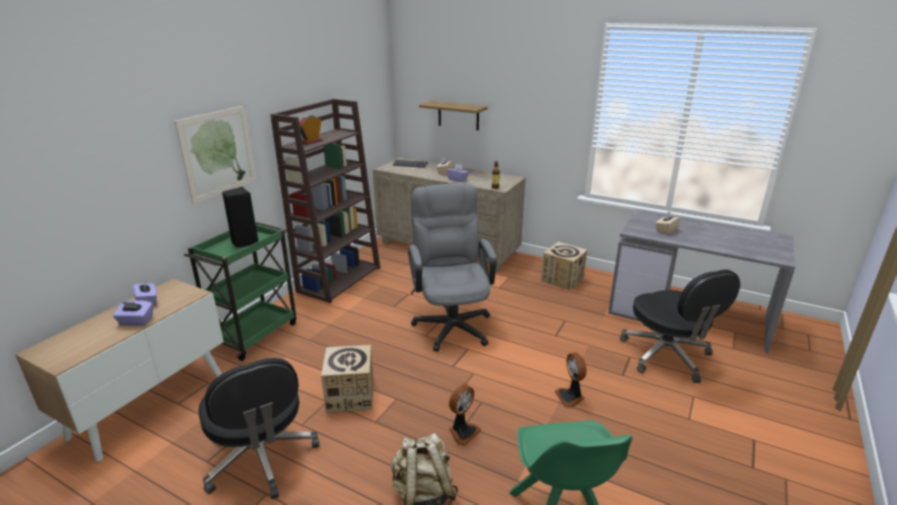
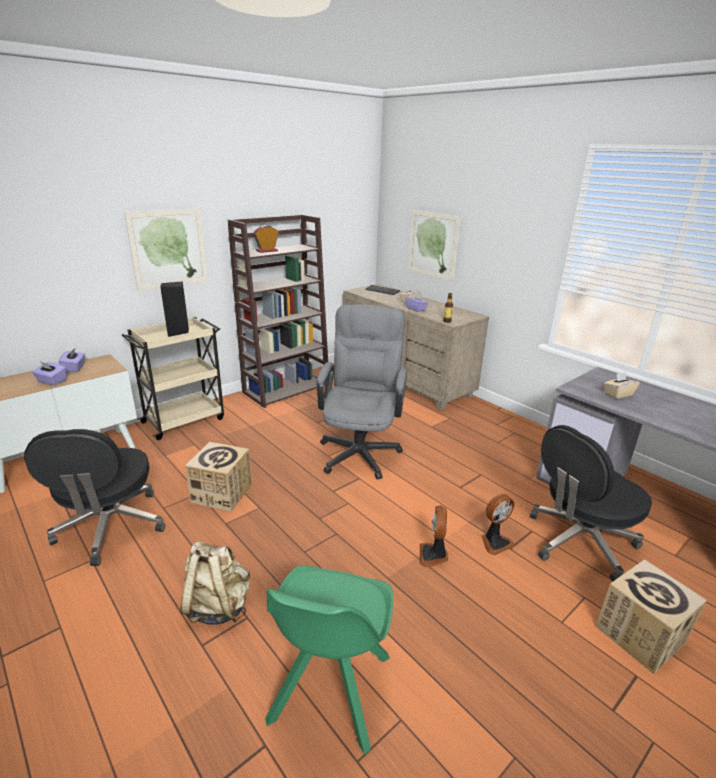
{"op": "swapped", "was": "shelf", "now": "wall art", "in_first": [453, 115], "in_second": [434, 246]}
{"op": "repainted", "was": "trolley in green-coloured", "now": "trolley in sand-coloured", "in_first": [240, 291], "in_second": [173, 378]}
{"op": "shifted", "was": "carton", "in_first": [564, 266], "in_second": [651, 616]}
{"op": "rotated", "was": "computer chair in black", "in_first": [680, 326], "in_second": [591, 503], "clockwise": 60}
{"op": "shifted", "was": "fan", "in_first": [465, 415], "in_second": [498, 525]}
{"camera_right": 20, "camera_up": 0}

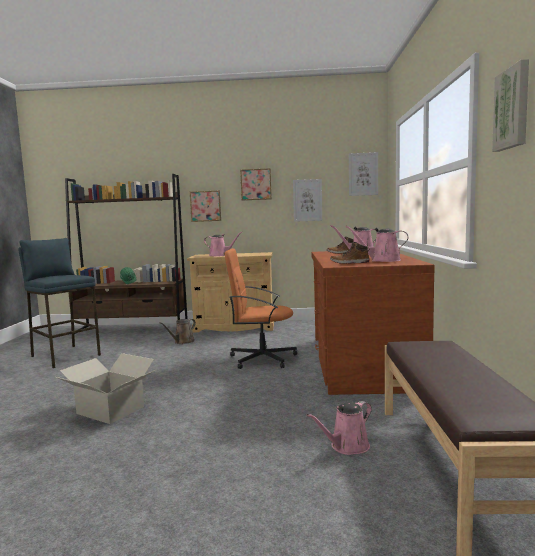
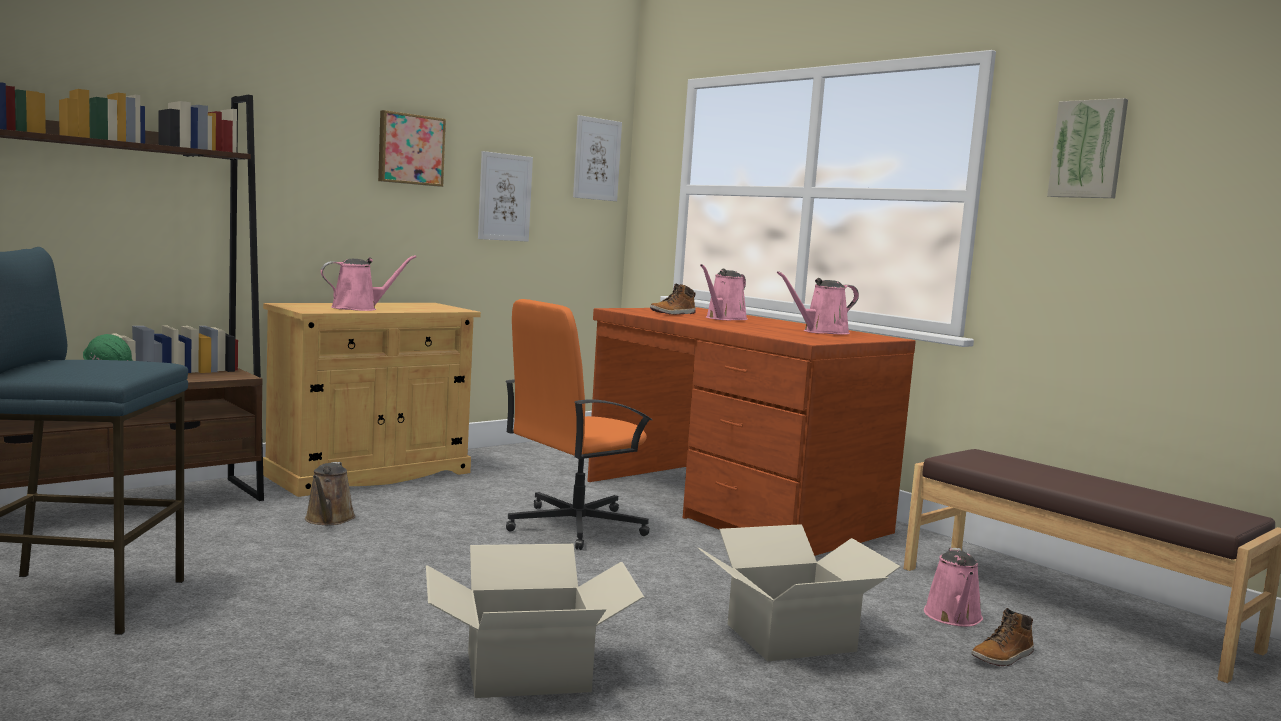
{"op": "gone", "was": "wall art", "in_first": [205, 206]}
{"op": "shifted", "was": "high-top boot", "in_first": [349, 253], "in_second": [1002, 637]}
{"op": "new", "now": "carton", "in_second": [799, 592]}
{"camera_right": -45, "camera_up": 0}

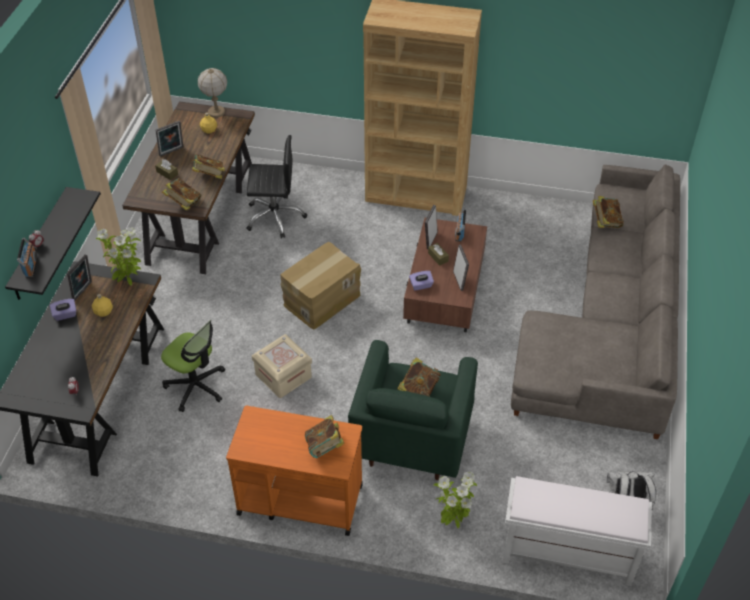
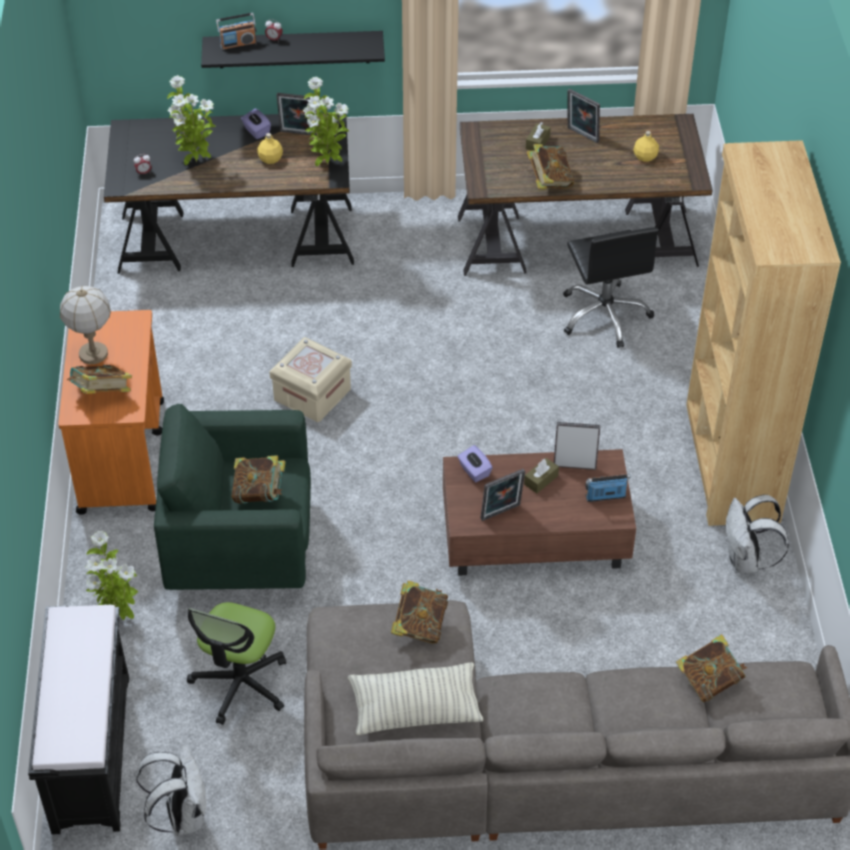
{"op": "shifted", "was": "tabletop lamp", "in_first": [212, 93], "in_second": [85, 325]}
{"op": "shifted", "was": "book", "in_first": [181, 194], "in_second": [419, 612]}
{"op": "gone", "was": "carton", "in_first": [320, 285]}
{"op": "shifted", "was": "computer chair", "in_first": [193, 366], "in_second": [236, 663]}
{"op": "repainted", "was": "long seat in white-coloured", "now": "long seat in black", "in_first": [577, 531], "in_second": [78, 720]}
{"op": "new", "now": "houseplant", "in_second": [191, 120]}
{"op": "new", "now": "knapsack in white-coloured", "in_second": [757, 534]}
{"op": "new", "now": "pillow", "in_second": [415, 698]}
{"camera_right": 75, "camera_up": 0}

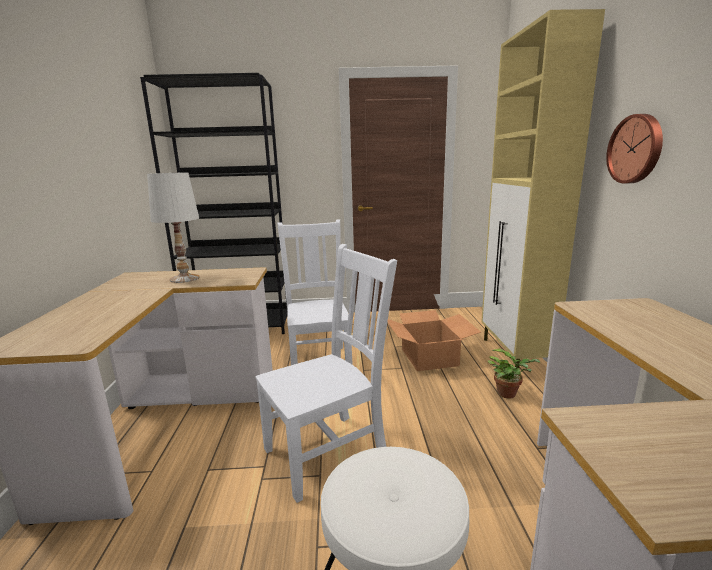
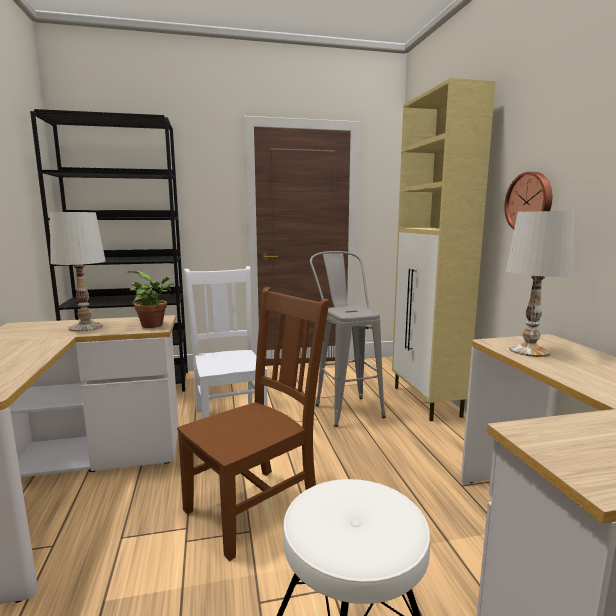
{"op": "repainted", "was": "upright chair in white-coloured", "now": "upright chair in brown-coloured", "in_first": [326, 373], "in_second": [253, 424]}
{"op": "swapped", "was": "carton", "now": "stool in greyish", "in_first": [434, 340], "in_second": [348, 339]}
{"op": "shifted", "was": "houseplant", "in_first": [514, 374], "in_second": [150, 299]}
{"op": "new", "now": "tabletop lamp in white-coloured", "in_second": [540, 284]}
{"camera_right": -10, "camera_up": -5}

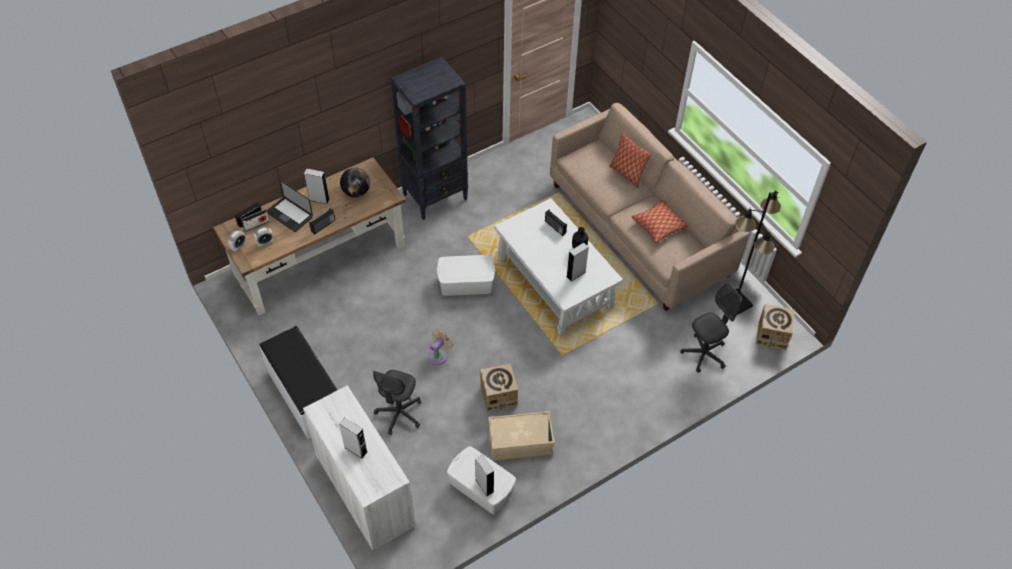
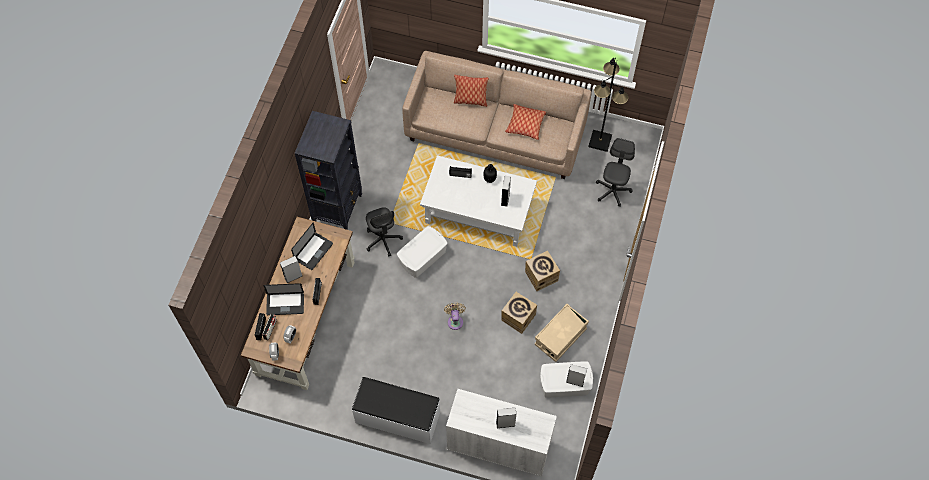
{"op": "swapped", "was": "globe", "now": "laptop", "in_first": [355, 182], "in_second": [312, 246]}
{"op": "shifted", "was": "carton", "in_first": [775, 327], "in_second": [542, 271]}
{"op": "shifted", "was": "computer chair in greyish", "in_first": [397, 402], "in_second": [384, 231]}
{"camera_right": -40, "camera_up": 10}

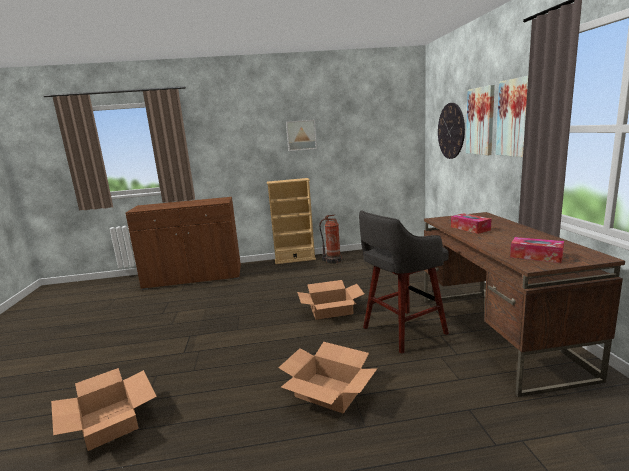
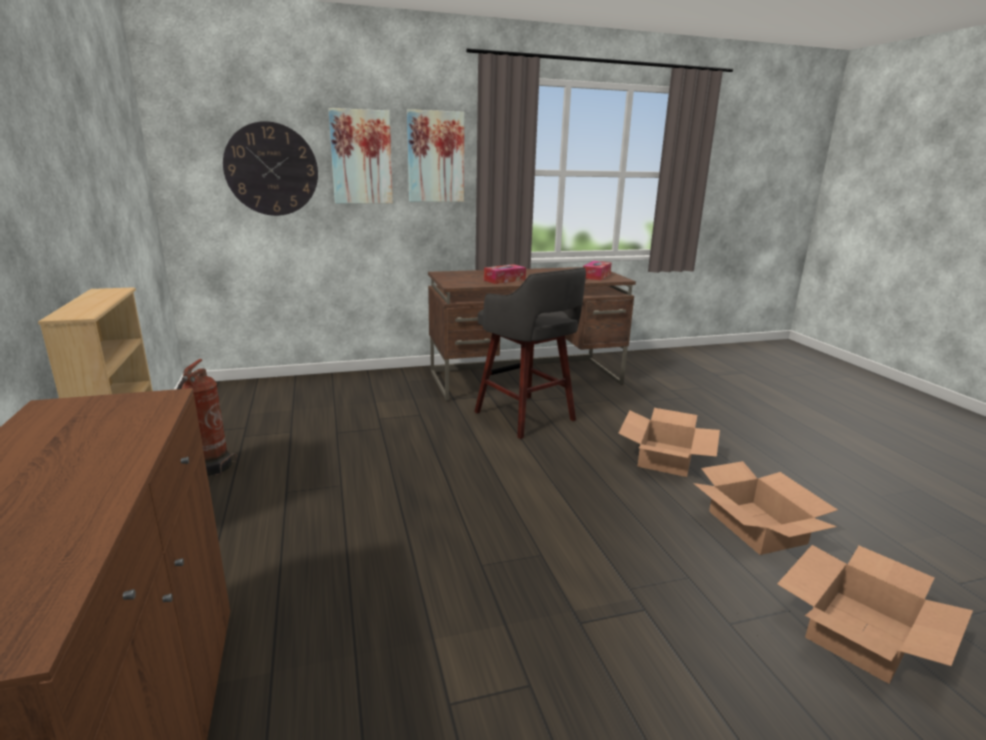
{"op": "gone", "was": "wall art", "in_first": [301, 135]}
{"op": "shifted", "was": "carton", "in_first": [330, 300], "in_second": [765, 508]}
{"camera_right": -100, "camera_up": 5}

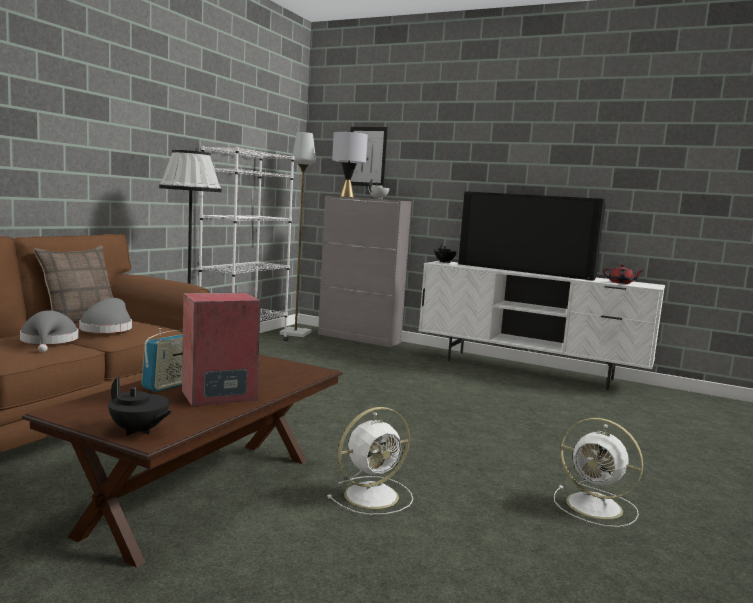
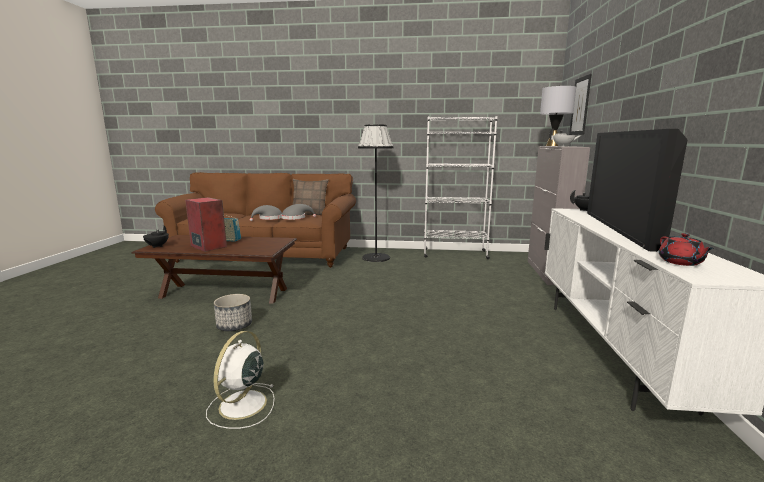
{"op": "gone", "was": "standing lamp in greyish", "in_first": [298, 234]}
{"op": "swapped", "was": "fan in white-coloured", "now": "planter", "in_first": [370, 461], "in_second": [233, 312]}
{"camera_right": 70, "camera_up": 5}

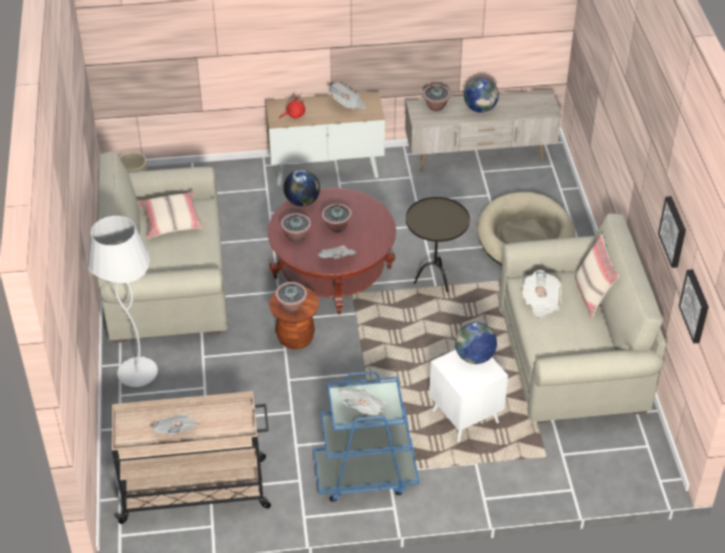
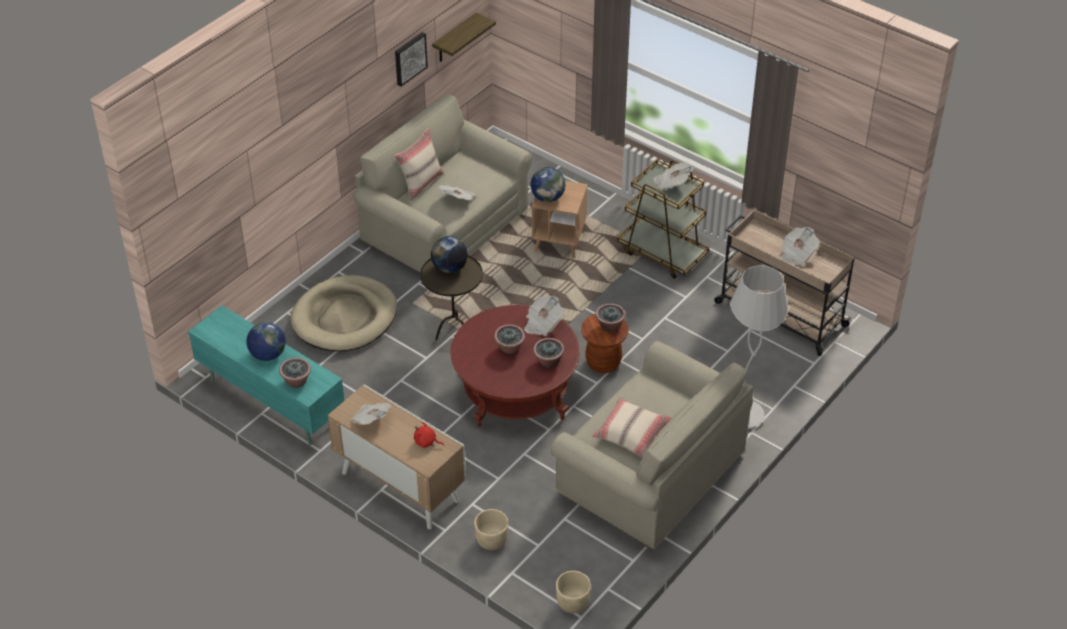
{"op": "repainted", "was": "tv unit in sand-coloured", "now": "tv unit in turquoise-coloured", "in_first": [483, 130], "in_second": [266, 375]}
{"op": "shifted", "was": "globe", "in_first": [301, 187], "in_second": [449, 254]}
{"op": "swapped", "was": "wall art", "now": "shelf", "in_first": [693, 306], "in_second": [464, 37]}
{"op": "repainted", "was": "accent table in white-coloured", "now": "accent table in brown-coloured", "in_first": [468, 396], "in_second": [560, 219]}
{"op": "repainted", "was": "trolley in blue-coloured", "now": "trolley in brown-coloured", "in_first": [366, 437], "in_second": [663, 219]}
{"op": "new", "now": "planter in sand-coloured", "in_second": [491, 529]}
{"camera_right": -135, "camera_up": 0}

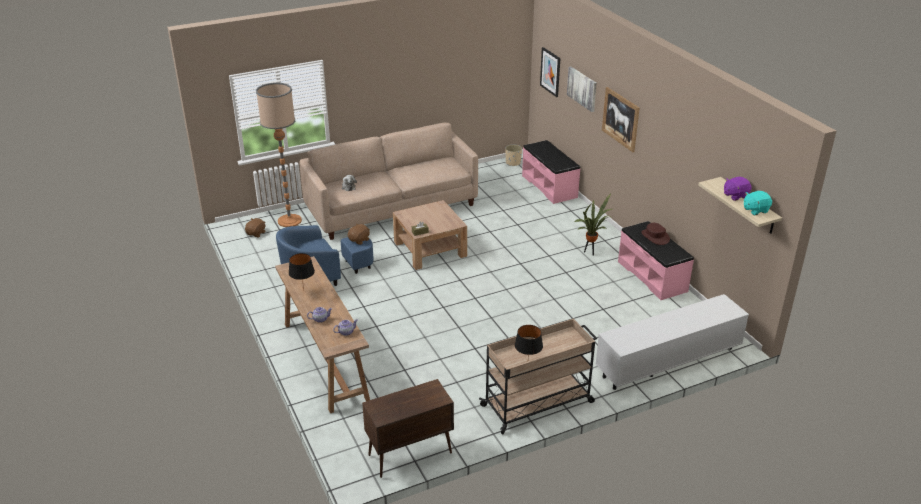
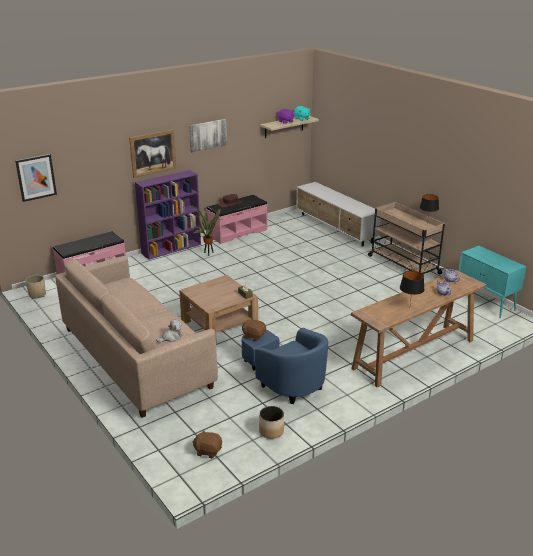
{"op": "shifted", "was": "wall art", "in_first": [582, 89], "in_second": [208, 135]}
{"op": "gone", "was": "standing lamp", "in_first": [279, 155]}
{"op": "repainted", "was": "storage cabinet in brown-coloured", "now": "storage cabinet in turquoise-coloured", "in_first": [408, 428], "in_second": [492, 282]}
{"op": "new", "now": "shelving unit in purplish", "in_second": [168, 215]}
{"op": "new", "now": "planter", "in_second": [271, 422]}
{"camera_right": -100, "camera_up": -5}

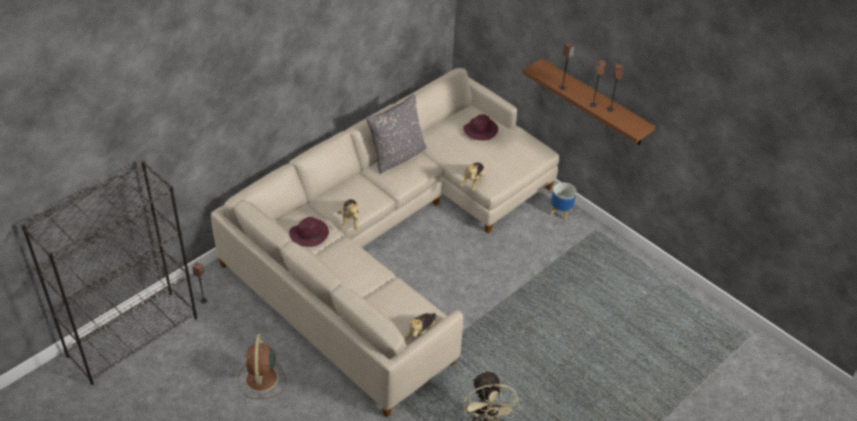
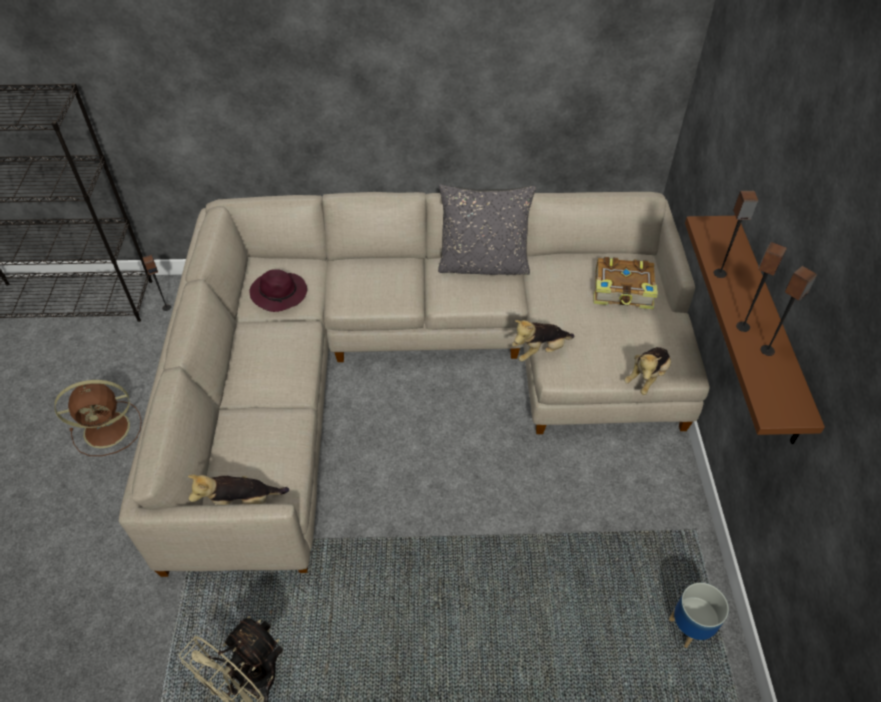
{"op": "swapped", "was": "wearable hat in purplish", "now": "book", "in_first": [480, 127], "in_second": [626, 283]}
{"op": "shifted", "was": "planter", "in_first": [563, 201], "in_second": [699, 615]}
{"op": "shifted", "was": "soft toy", "in_first": [348, 214], "in_second": [647, 371]}
{"op": "rotated", "was": "fan in brown-coloured", "in_first": [262, 366], "in_second": [98, 418], "clockwise": -150}
{"camera_right": 45, "camera_up": 5}

